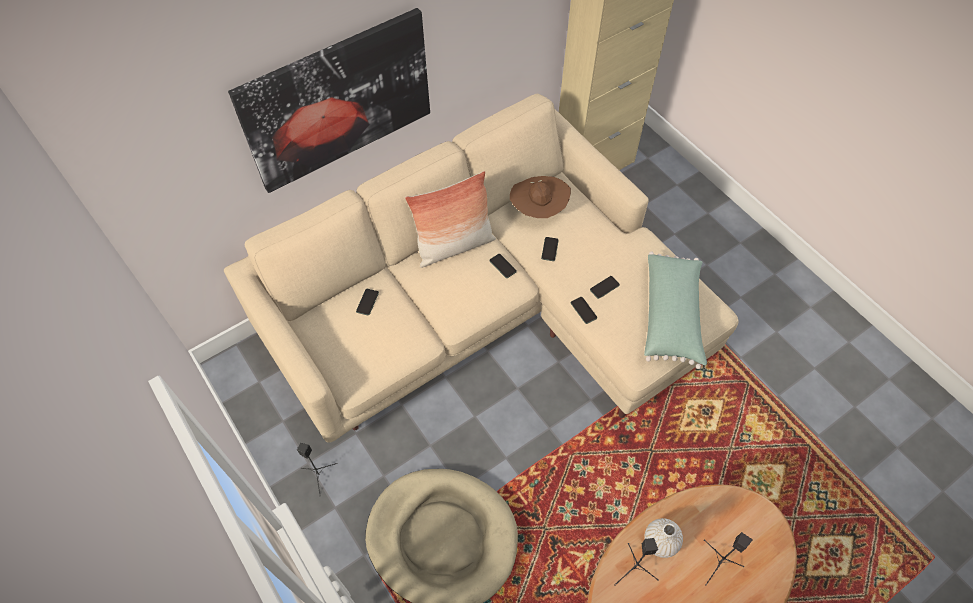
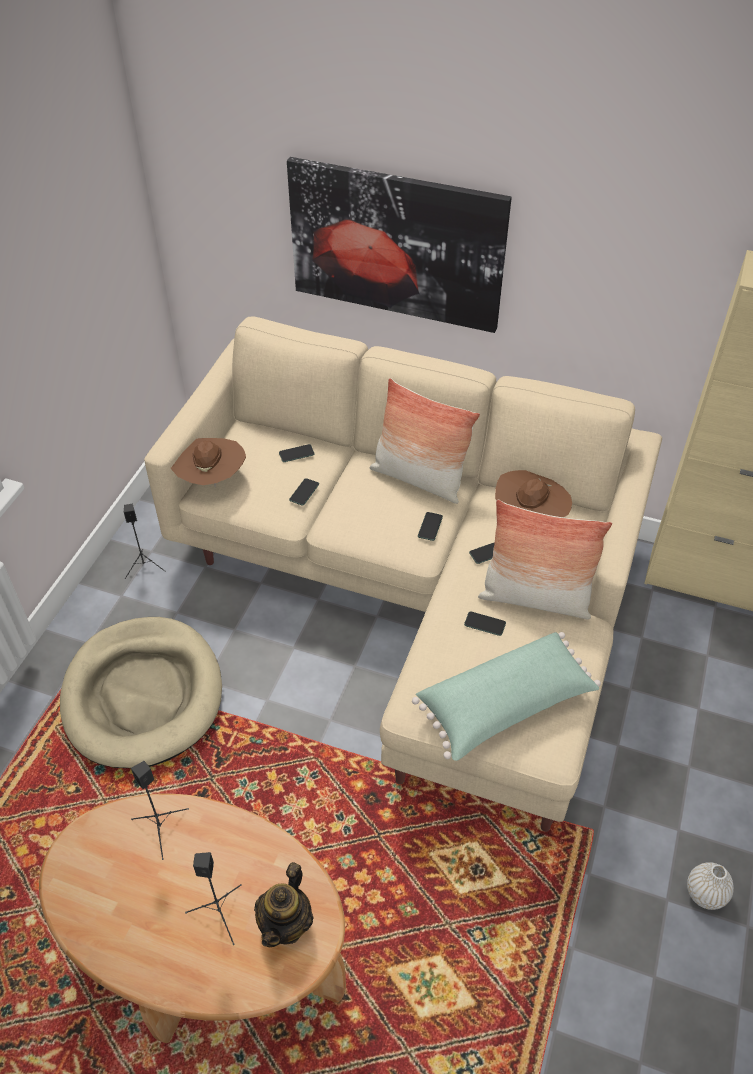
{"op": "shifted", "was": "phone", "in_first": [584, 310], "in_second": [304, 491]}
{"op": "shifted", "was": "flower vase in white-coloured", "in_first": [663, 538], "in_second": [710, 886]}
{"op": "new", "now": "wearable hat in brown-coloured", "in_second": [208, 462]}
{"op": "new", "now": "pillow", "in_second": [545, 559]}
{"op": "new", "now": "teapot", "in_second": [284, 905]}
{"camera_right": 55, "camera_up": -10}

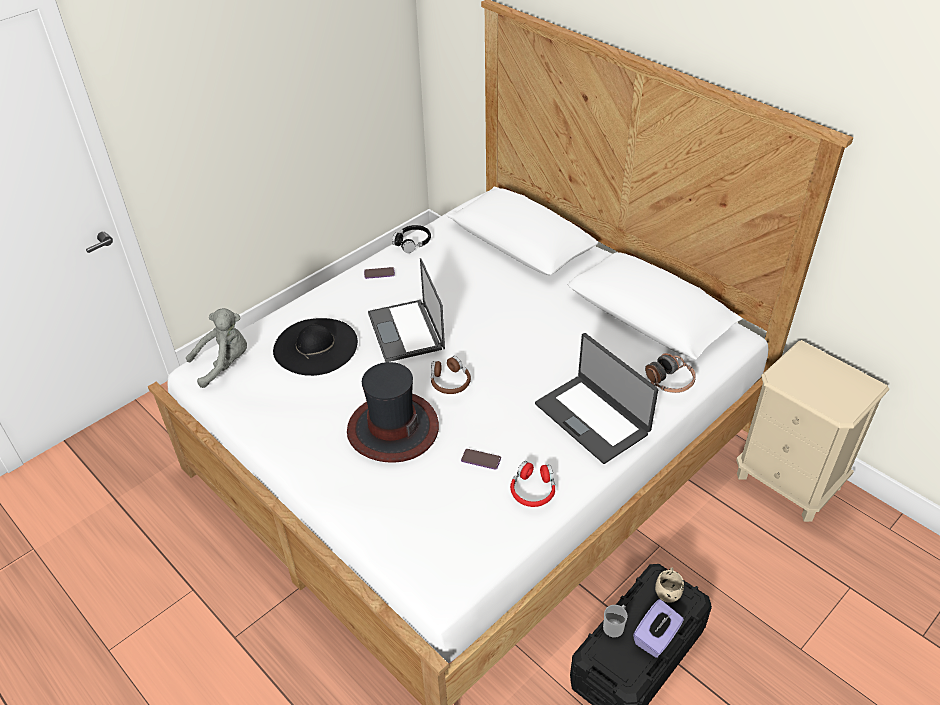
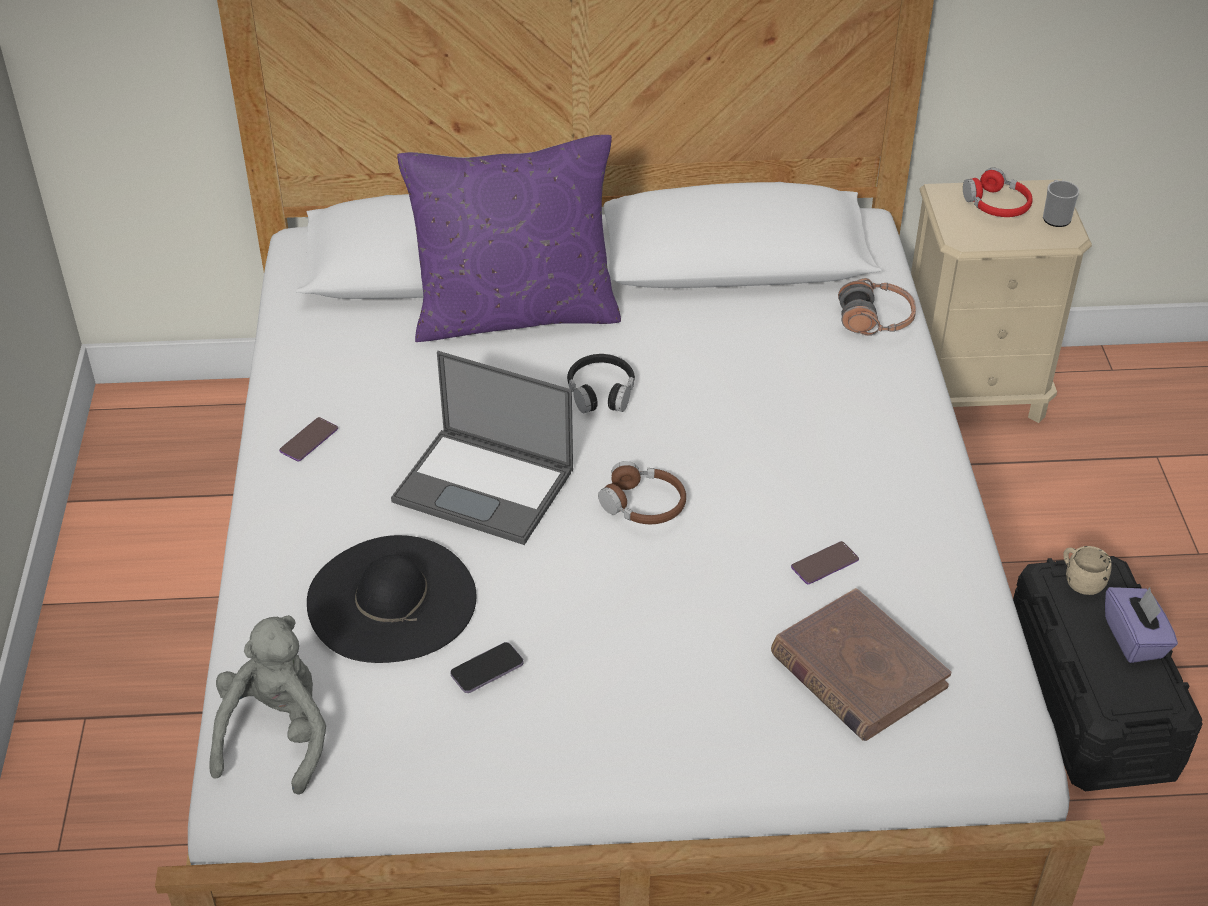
{"op": "shifted", "was": "headset in black", "in_first": [411, 239], "in_second": [601, 383]}
{"op": "gone", "was": "laptop", "in_first": [596, 398]}
{"op": "gone", "was": "wearable hat", "in_first": [393, 412]}
{"op": "shifted", "was": "headset in red", "in_first": [532, 484], "in_second": [998, 192]}
{"op": "shifted", "was": "tea mug", "in_first": [615, 621], "in_second": [1061, 203]}
{"op": "new", "now": "pillow in purplish", "in_second": [509, 238]}
{"op": "new", "now": "book in brown-coloured", "in_second": [861, 664]}
{"op": "new", "now": "phone", "in_second": [487, 667]}
{"camera_right": -50, "camera_up": 0}

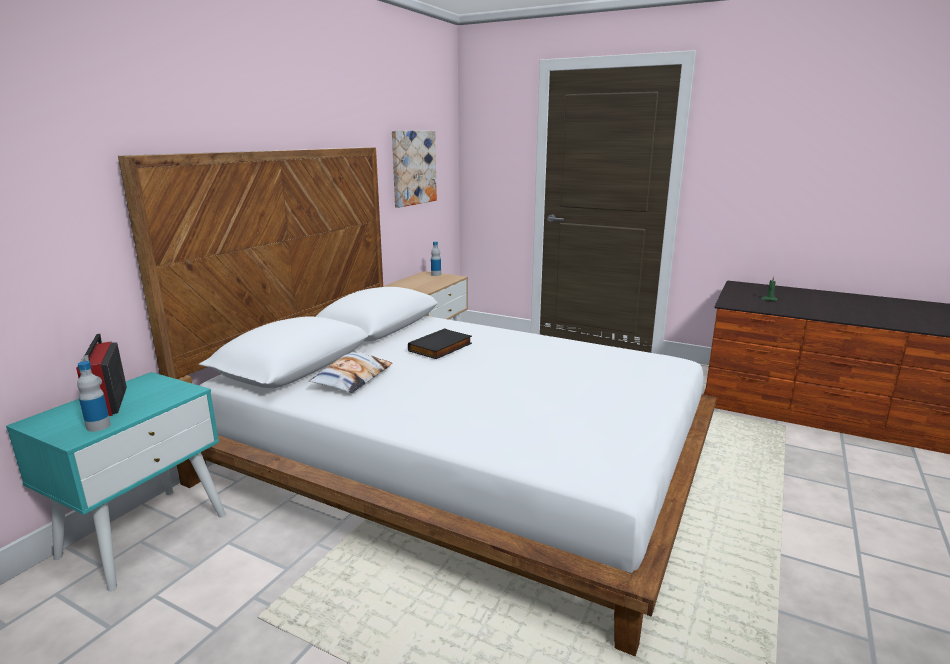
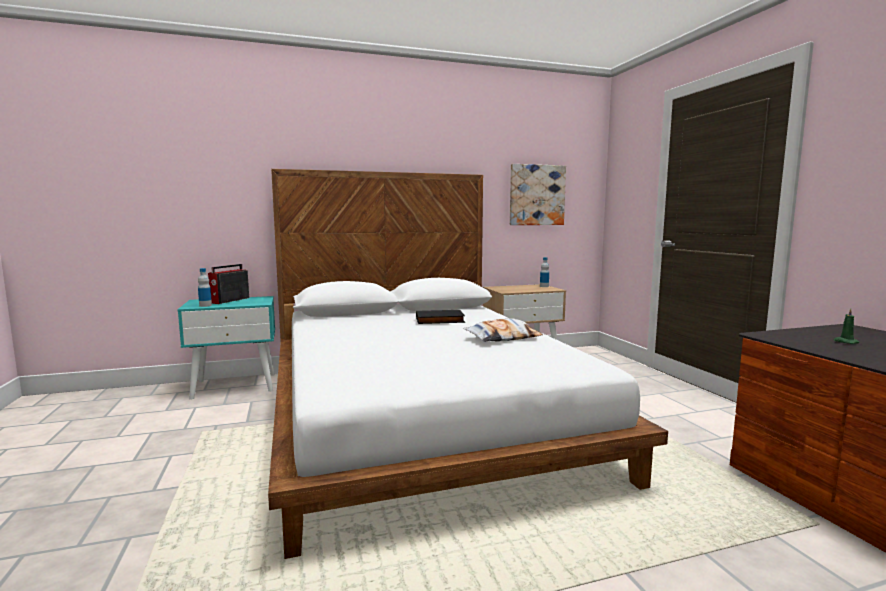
{"op": "shifted", "was": "pillow", "in_first": [350, 372], "in_second": [503, 330]}
{"camera_right": 45, "camera_up": -10}

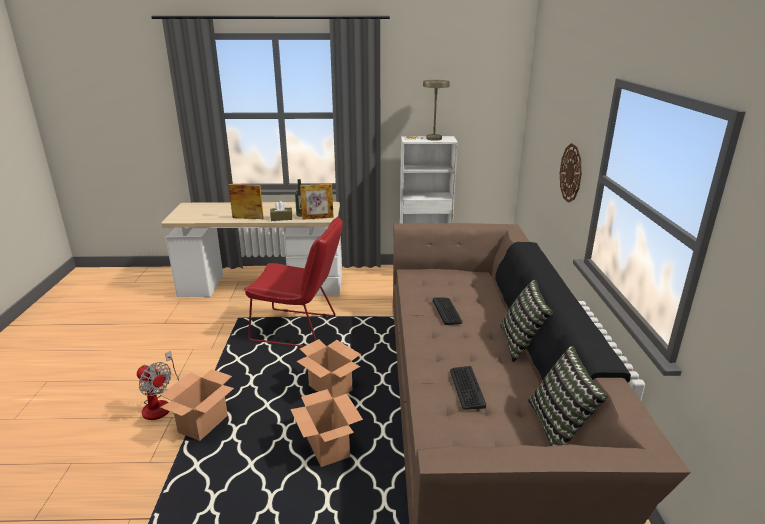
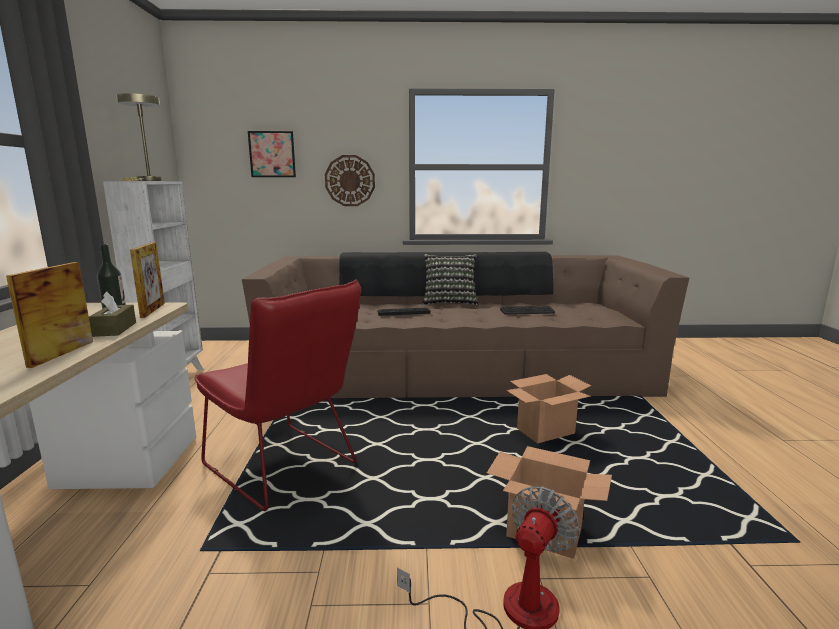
{"op": "rotated", "was": "upright chair in red", "in_first": [293, 281], "in_second": [278, 395], "clockwise": 120}
{"op": "gone", "was": "carton", "in_first": [328, 368]}
{"op": "gone", "was": "pillow", "in_first": [568, 396]}
{"op": "new", "now": "wall art", "in_second": [272, 154]}
{"camera_right": -90, "camera_up": -10}

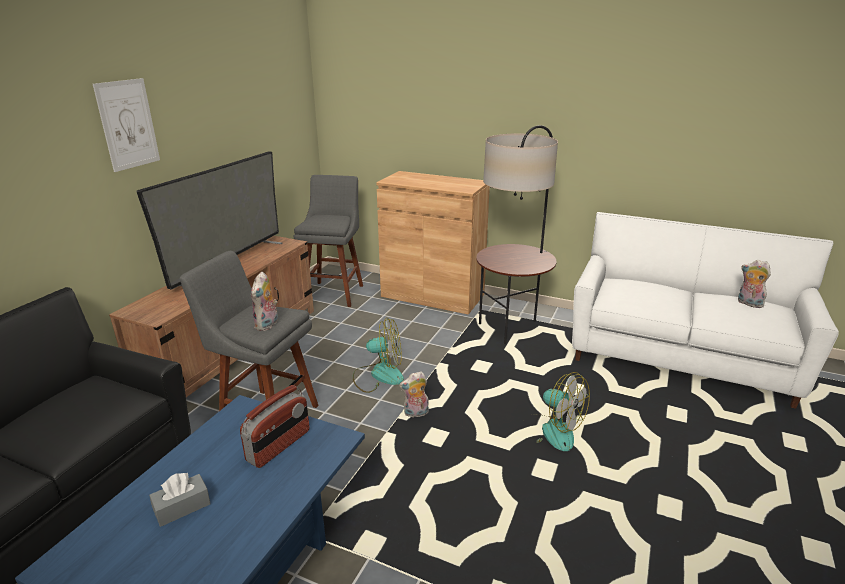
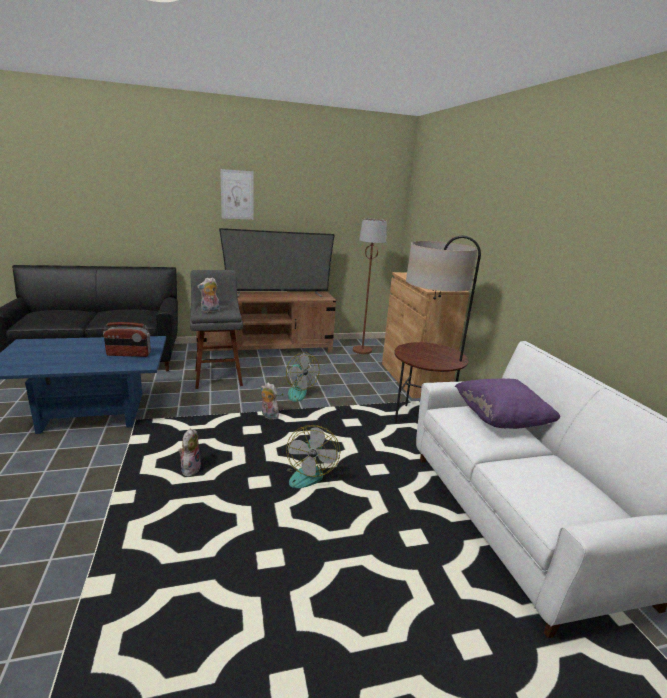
{"op": "swapped", "was": "stool in greyish", "now": "standing lamp in brown-coloured", "in_first": [328, 241], "in_second": [370, 286]}
{"op": "shifted", "was": "soft toy", "in_first": [754, 284], "in_second": [190, 453]}
{"op": "gone", "was": "tissue box in greyish", "in_first": [180, 500]}
{"op": "new", "now": "pillow in purplish", "in_second": [507, 404]}
{"camera_right": 50, "camera_up": -5}

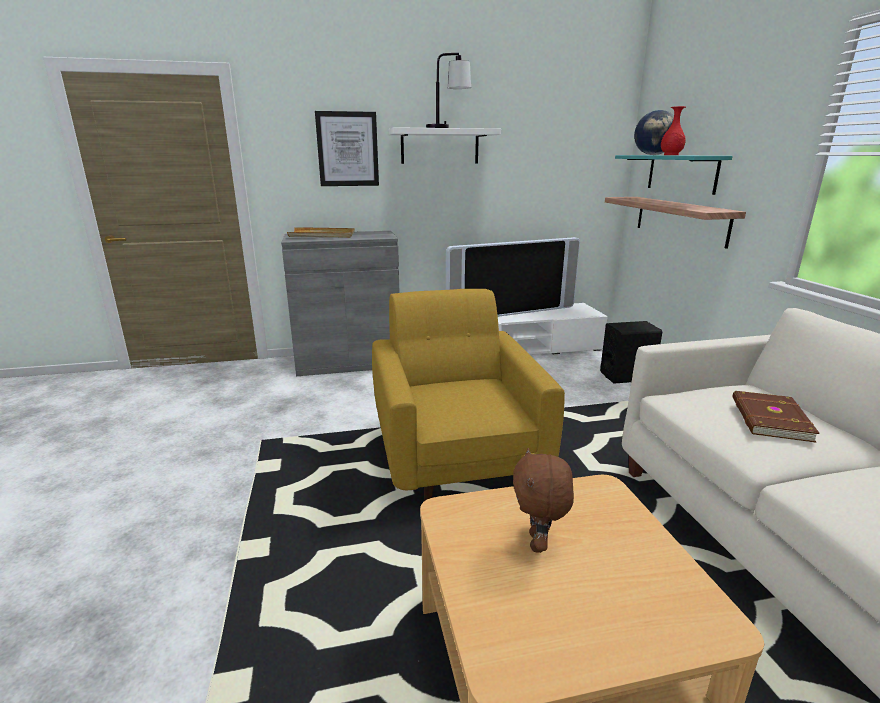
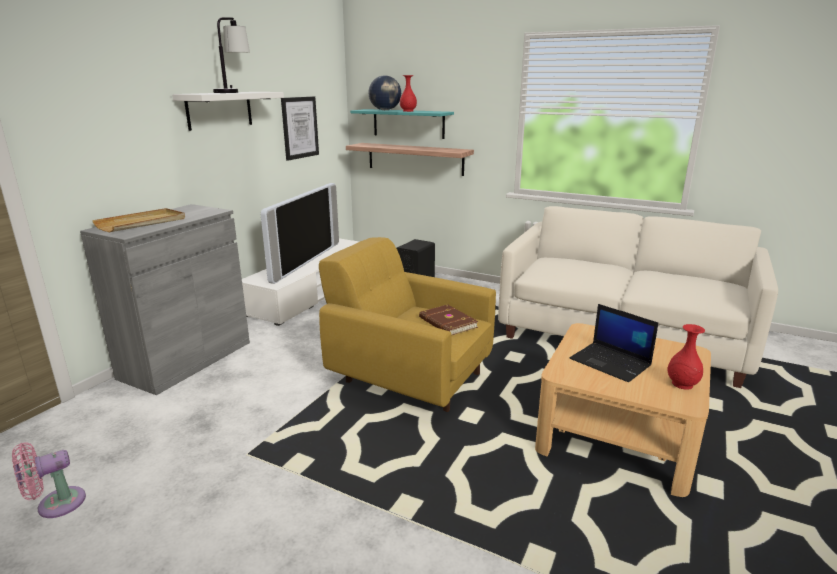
{"op": "shifted", "was": "wall art", "in_first": [347, 148], "in_second": [300, 128]}
{"op": "shifted", "was": "book in brown-coloured", "in_first": [776, 417], "in_second": [448, 319]}
{"op": "swapped", "was": "soft toy in brown-coloured", "now": "laptop", "in_first": [543, 500], "in_second": [613, 343]}
{"op": "new", "now": "flower vase in red", "in_second": [686, 357]}
{"op": "new", "now": "fan in pink-coloured", "in_second": [49, 480]}
{"camera_right": -50, "camera_up": 0}

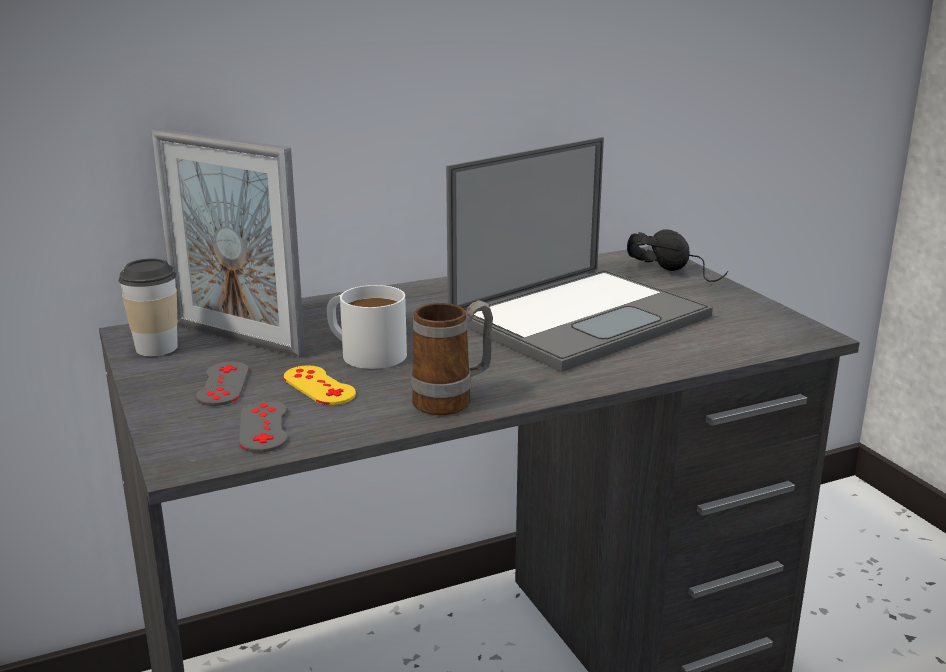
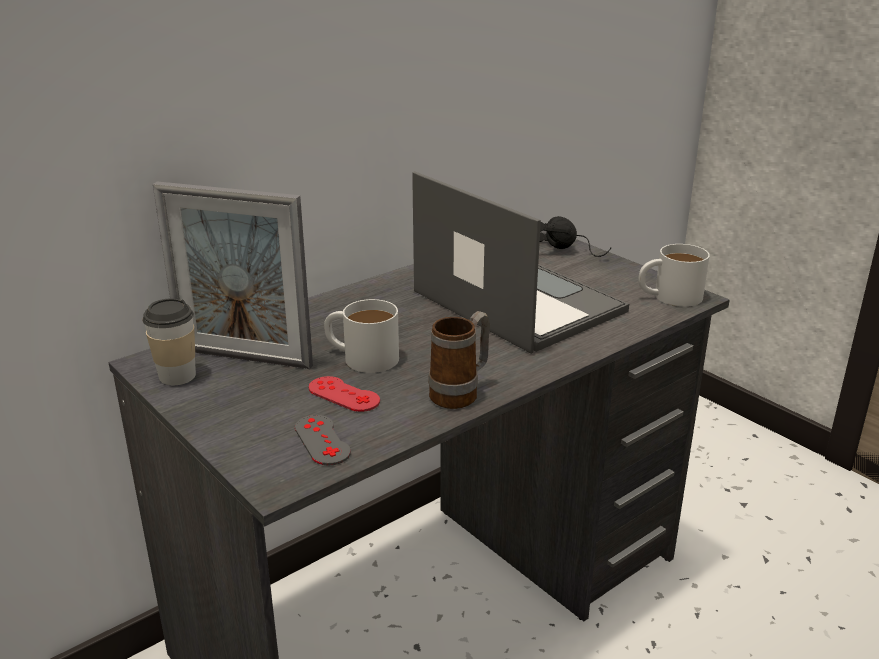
{"op": "rotated", "was": "laptop", "in_first": [579, 254], "in_second": [520, 262], "clockwise": -75}
{"op": "gone", "was": "gamepad in greyish", "in_first": [222, 384]}
{"op": "repainted", "was": "gamepad in yellow", "now": "gamepad in red", "in_first": [319, 385], "in_second": [344, 394]}
{"op": "new", "now": "tea mug in white-coloured", "in_second": [674, 275]}
{"camera_right": -15, "camera_up": 5}

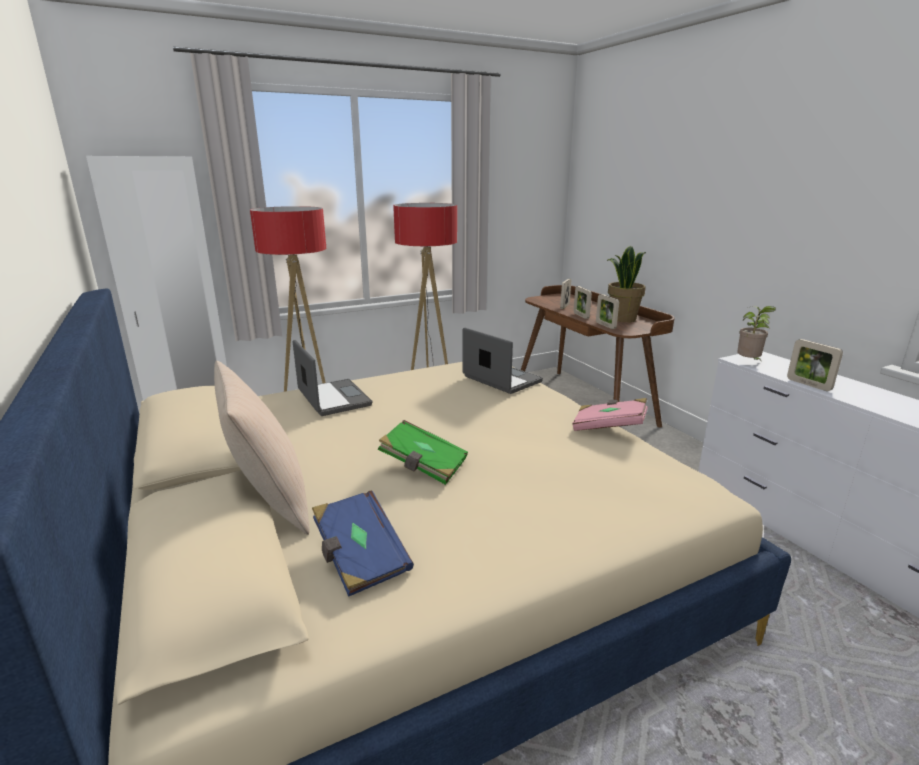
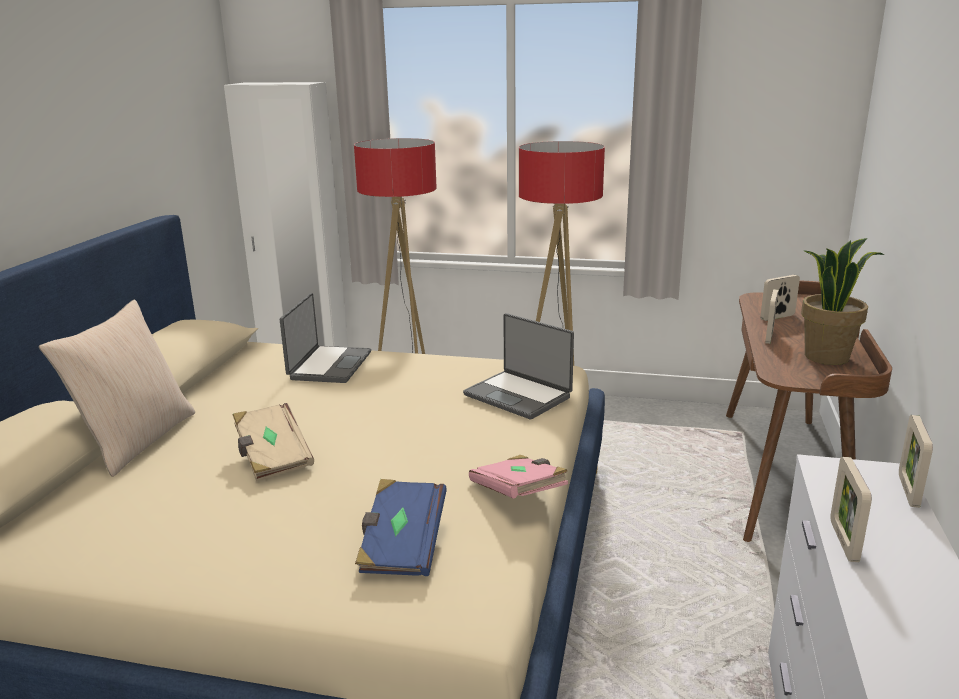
{"op": "shifted", "was": "picture frame", "in_first": [607, 311], "in_second": [916, 461]}
{"op": "gone", "was": "houseplant", "in_first": [756, 333]}
{"op": "rotated", "was": "laptop", "in_first": [503, 361], "in_second": [518, 366], "clockwise": 135}
{"op": "repainted", "was": "book in green-coloured", "now": "book in sand-coloured", "in_first": [423, 452], "in_second": [273, 442]}
{"op": "shifted", "was": "book in blue-coloured", "in_first": [363, 543], "in_second": [401, 527]}
{"camera_right": 40, "camera_up": 0}

